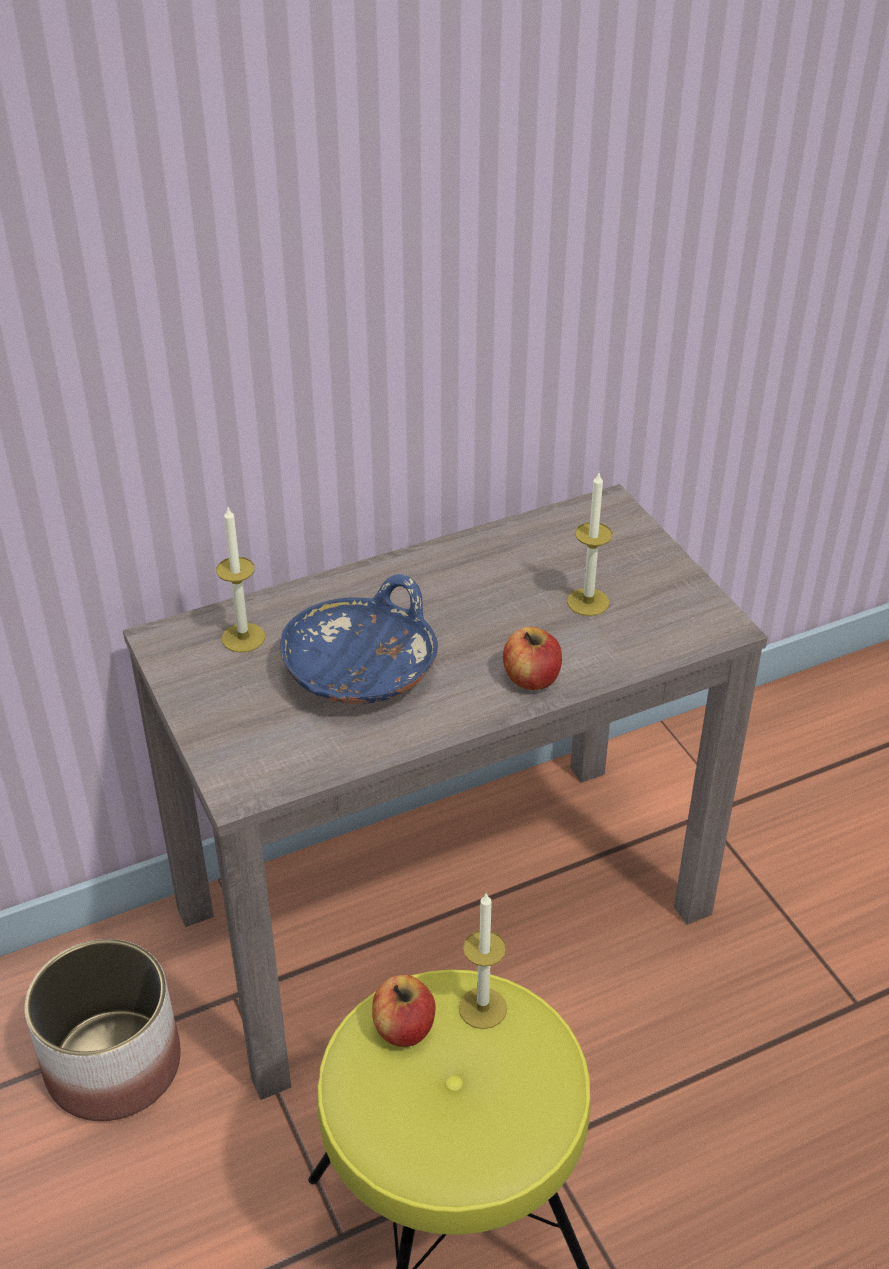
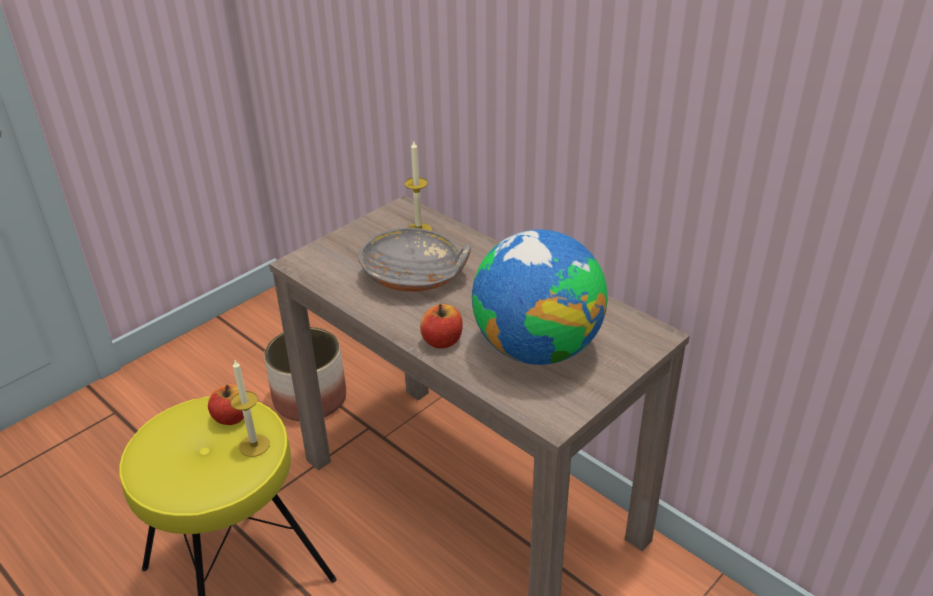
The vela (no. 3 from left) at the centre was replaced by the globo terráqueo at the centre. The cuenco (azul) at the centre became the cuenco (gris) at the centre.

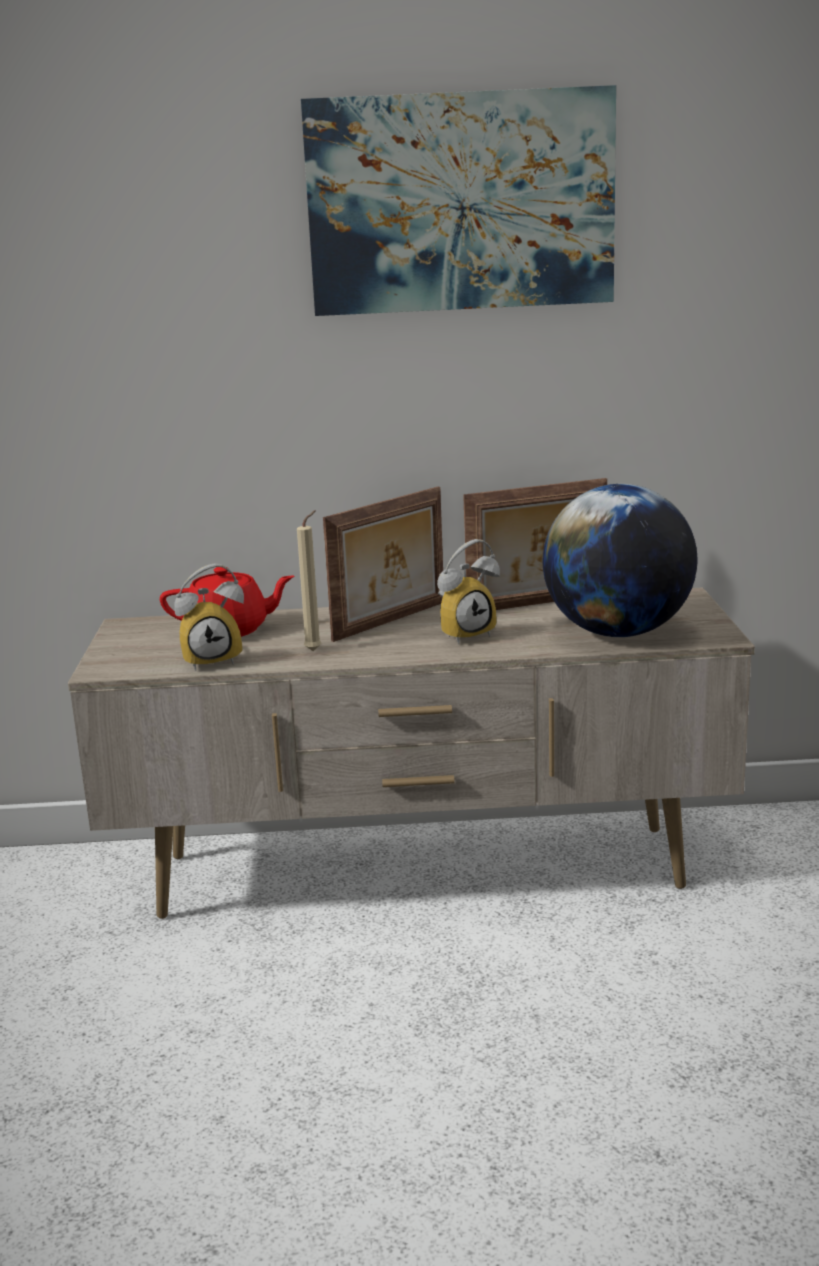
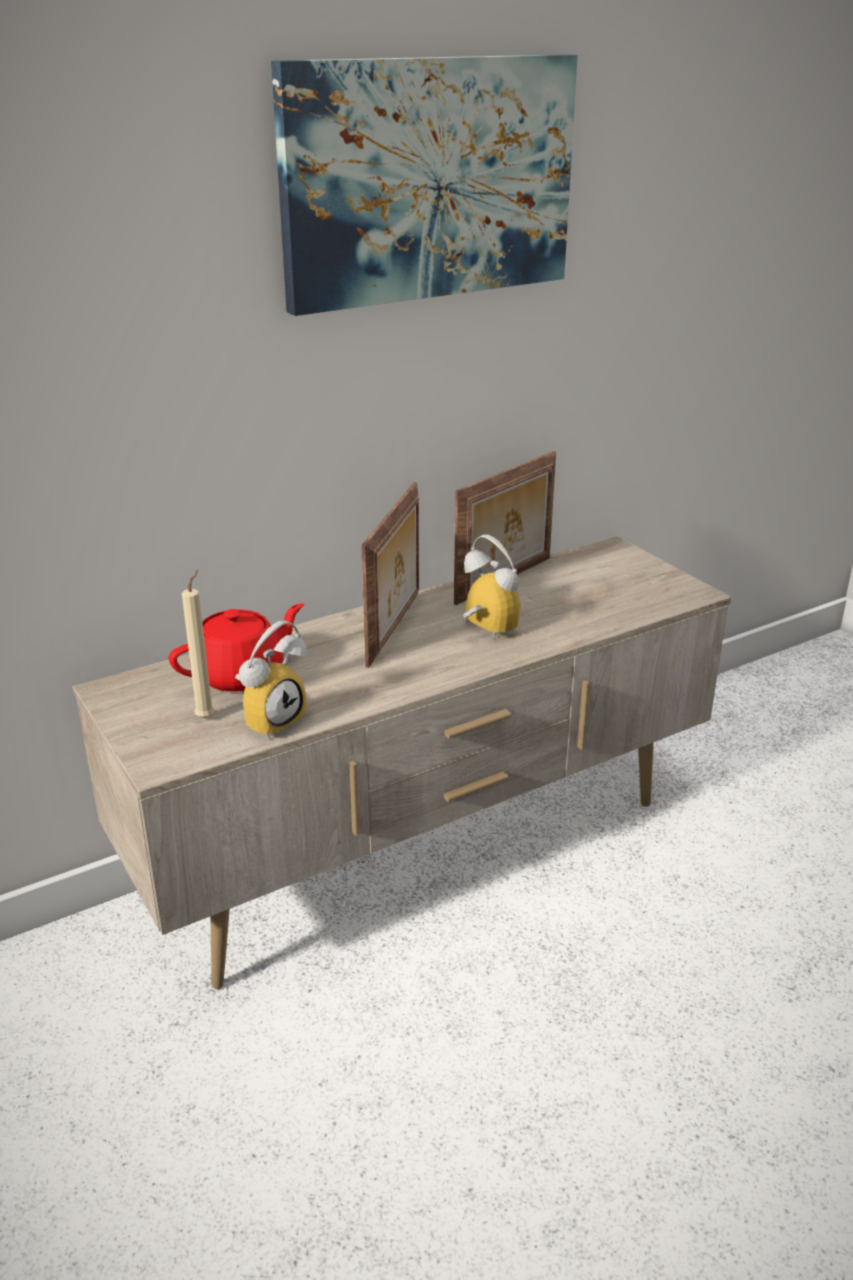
The globo terráqueo at the middle right disappeared. The vela (beis) moved from the centre to the middle left. The despertador (no. 2 from left) at the centre turned 75 degrees counterclockwise.

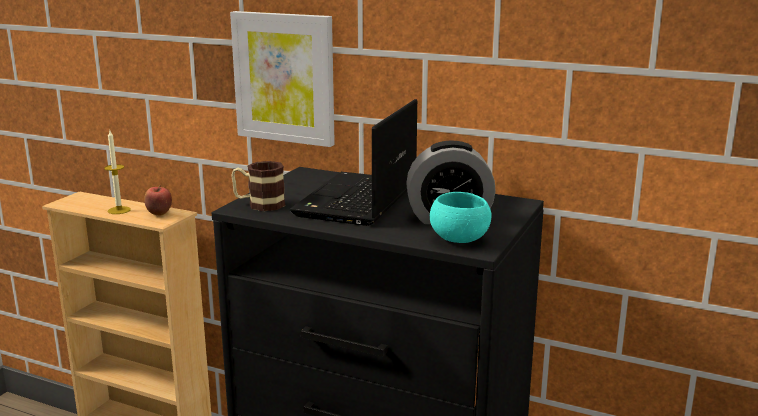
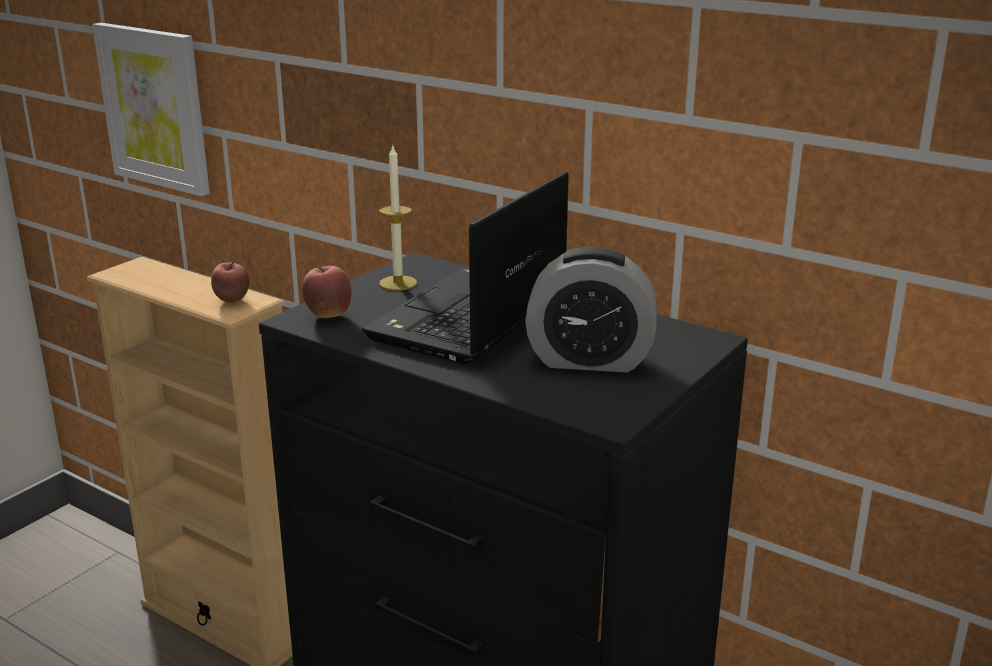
The cuenco (turquesa) at the centre disappeared. The vela moved from the middle left to the top centre. The cuadro moved from the top centre to the top left. The taza grande at the centre was replaced by the manzana (no. 2 from left) at the middle left.

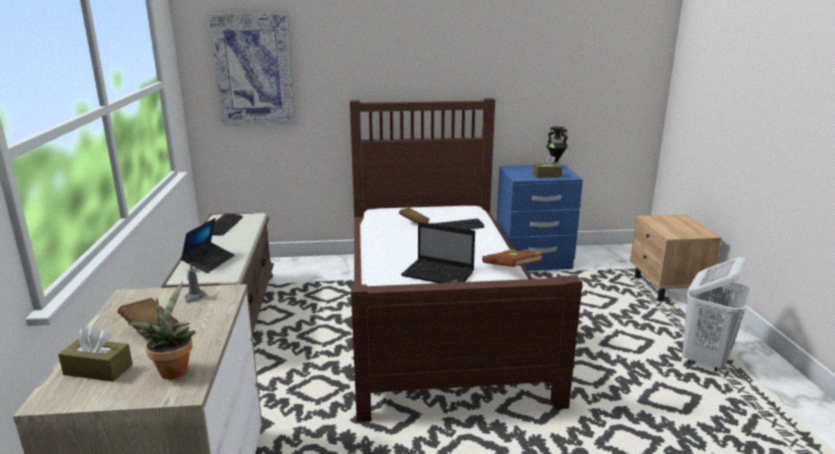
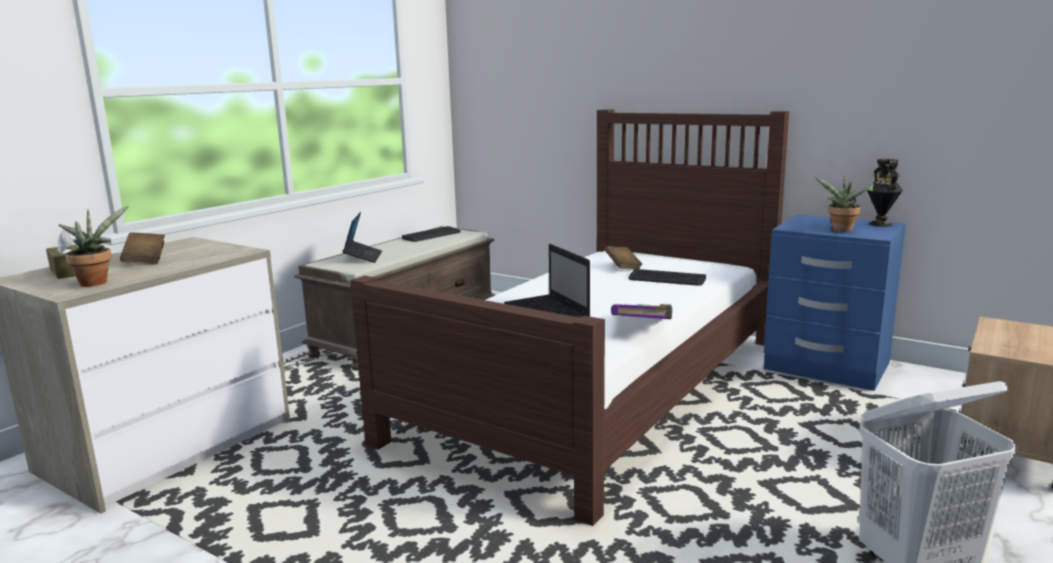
The vela (gris) at the middle left disappeared. The cuadro at the top left disappeared. The caja de pañuelos (marrón) (no. 2 from left) at the centre was replaced by the planta en maceta (no. 2 from left) at the middle right. The libro (marrón) (no. 3 from left) at the centre became the libro (morado) at the centre. The portátil (no. 1 from left) at the middle left turned 60 degrees counterclockwise.

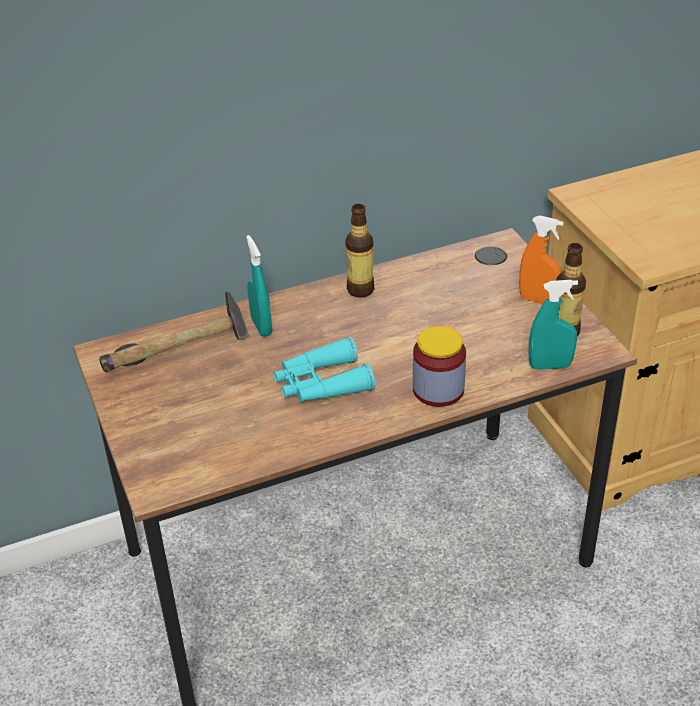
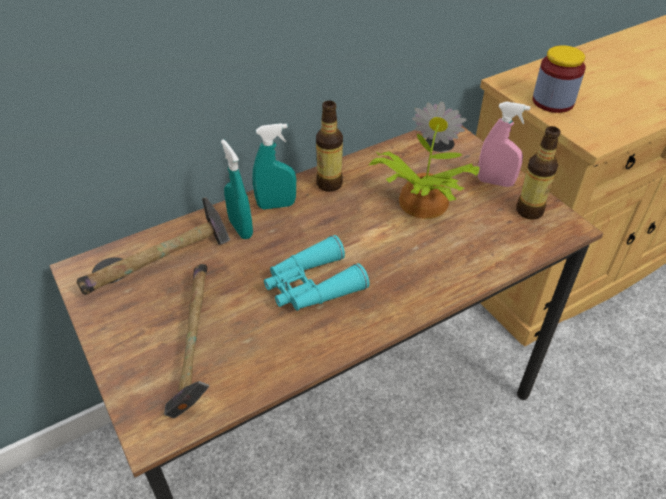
The martillo (no. 2 from left) at the bottom left appeared. The planta en maceta at the top centre appeared. The tarro moved from the centre to the top right. The pulverizador (turquesa) (no. 2 from left) moved from the middle right to the top centre. The pulverizador (naranja) at the middle right became the pulverizador (rosa) at the top right.

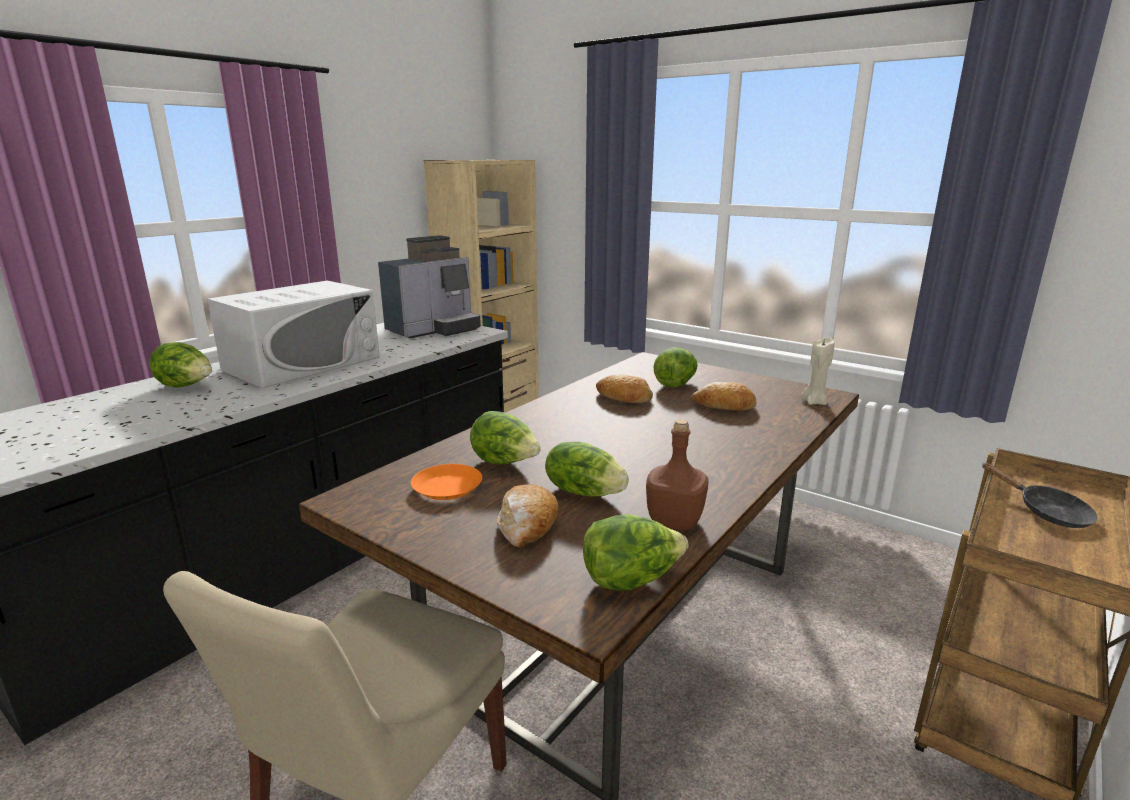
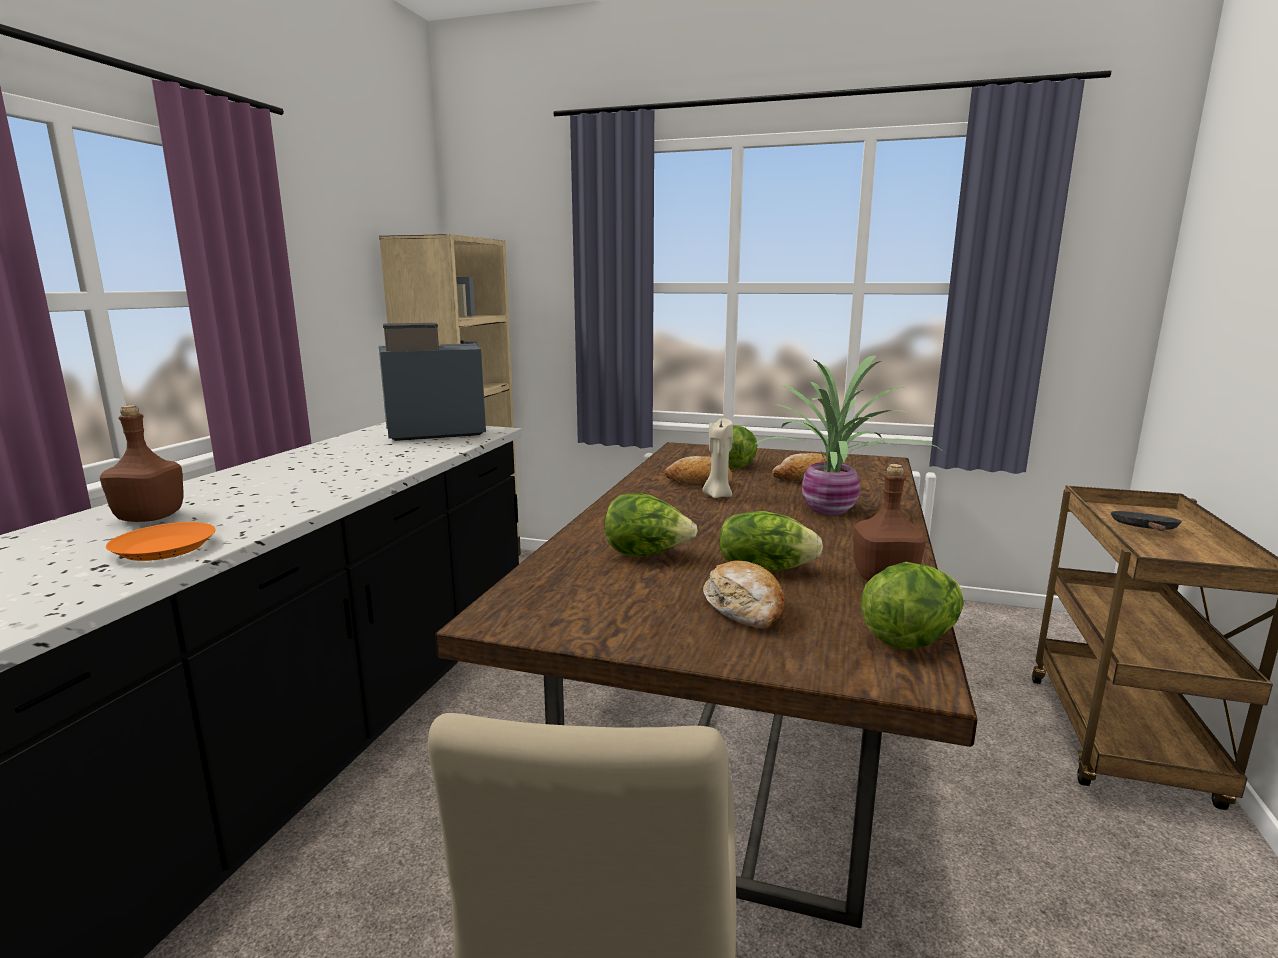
The microondas (blanco) at the middle left disappeared. The planta en maceta at the centre appeared. The plato (naranja) moved from the centre to the middle left. The vela (beis) moved from the middle right to the centre. The lechuga (no. 1 from left) at the middle left was replaced by the botella (marrón) (no. 1 from left) at the middle left. The cafetera at the centre turned 135 degrees counterclockwise. The sartén (negro) at the middle right turned 105 degrees counterclockwise.

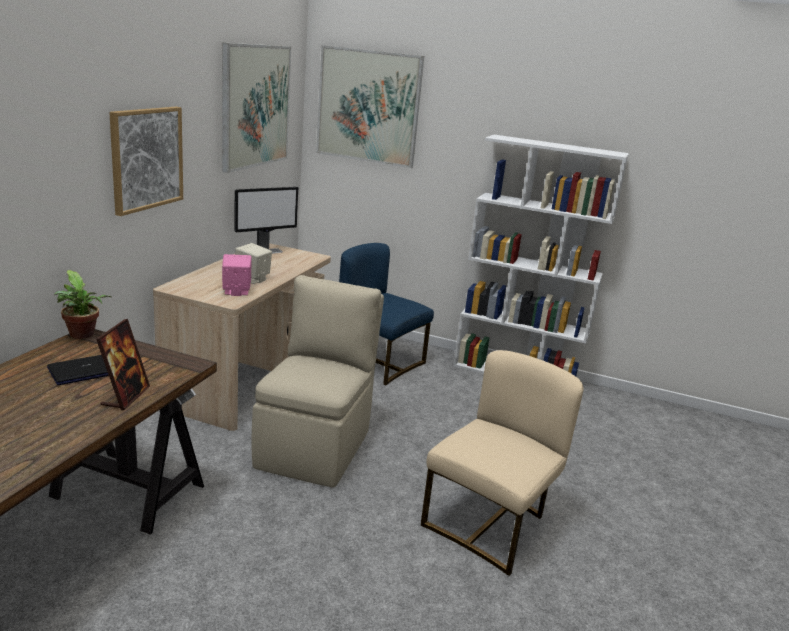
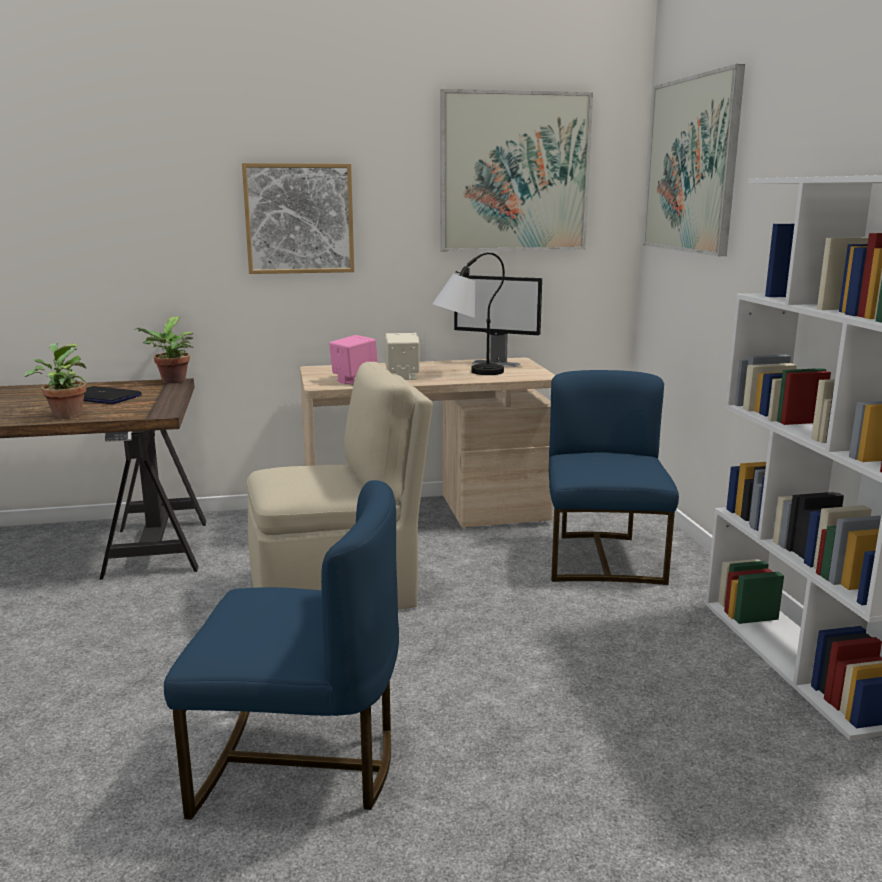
The lámpara de mesa at the centre appeared. The portarretratos at the middle left was replaced by the planta en maceta (no. 1 from left) at the middle left. The silla (beis) (no. 2 from left) at the bottom centre became the silla (azul) (no. 1 from left) at the bottom left.

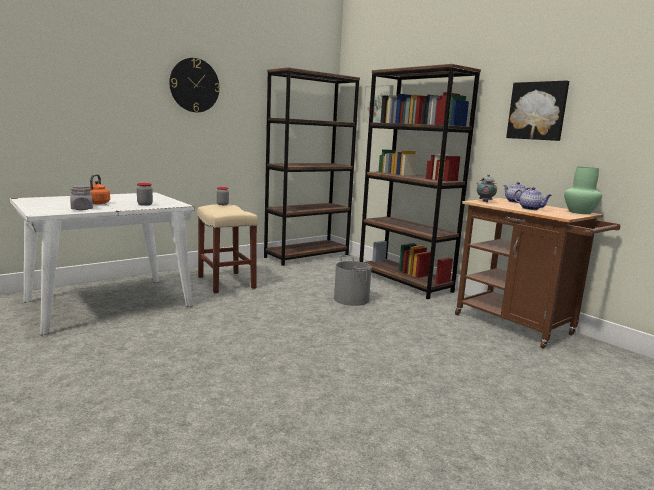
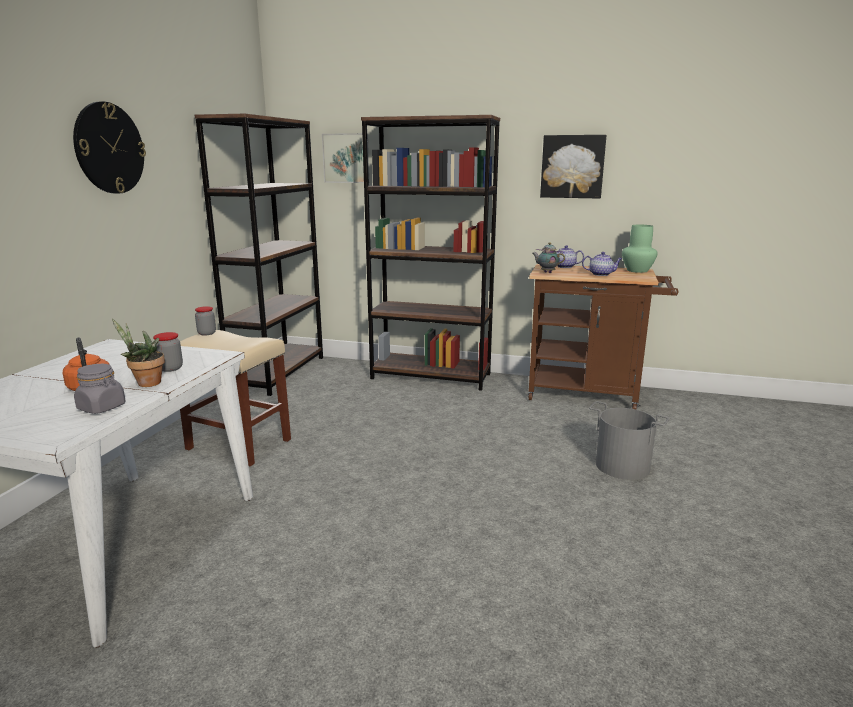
The planta en maceta at the middle left appeared. The cubo (gris) moved from the centre to the middle right.

